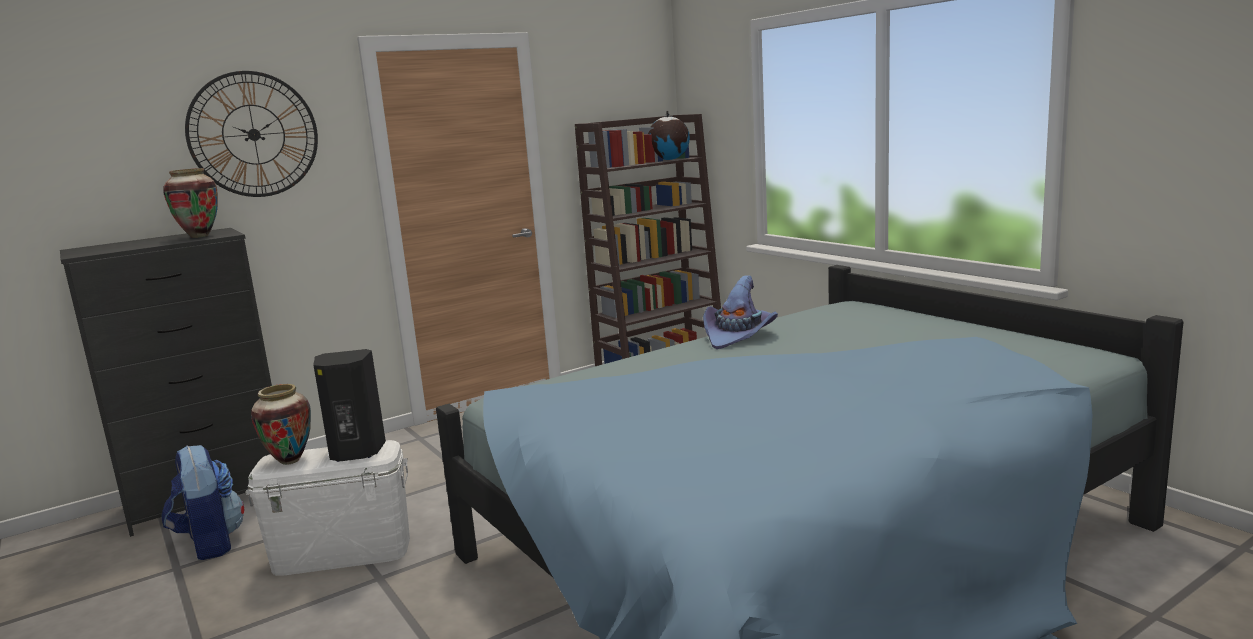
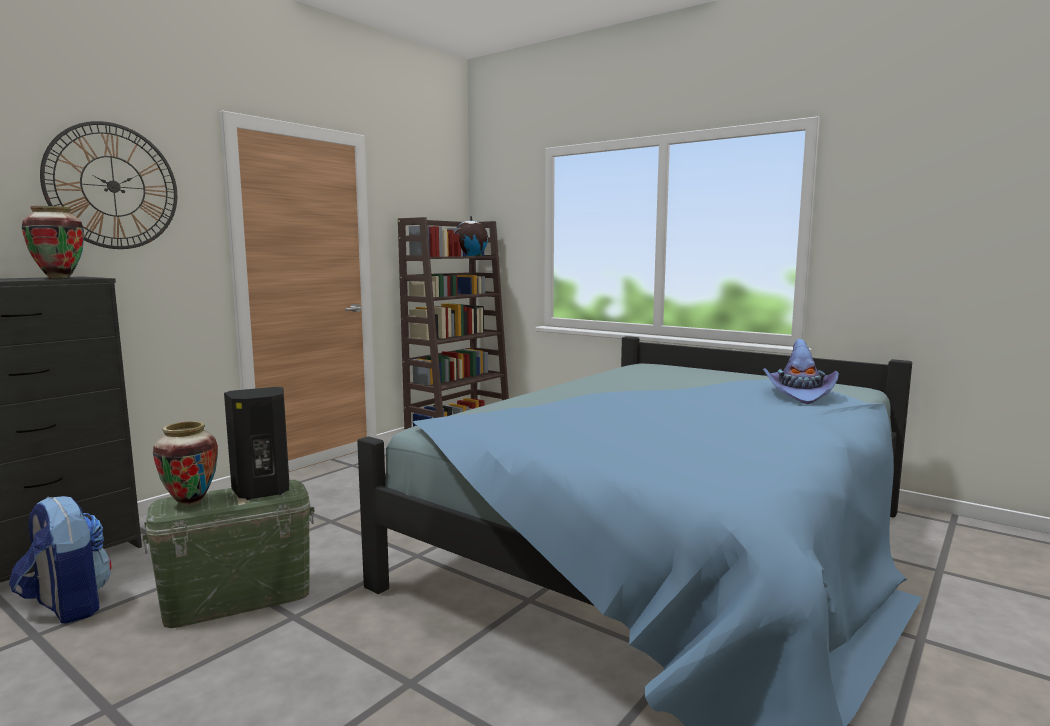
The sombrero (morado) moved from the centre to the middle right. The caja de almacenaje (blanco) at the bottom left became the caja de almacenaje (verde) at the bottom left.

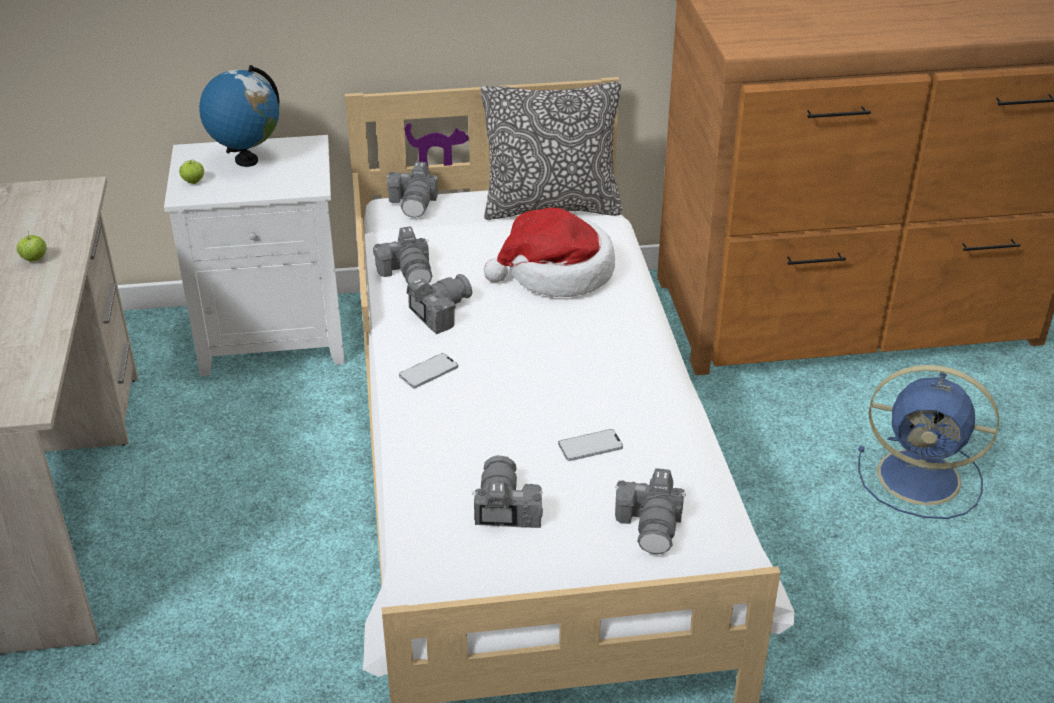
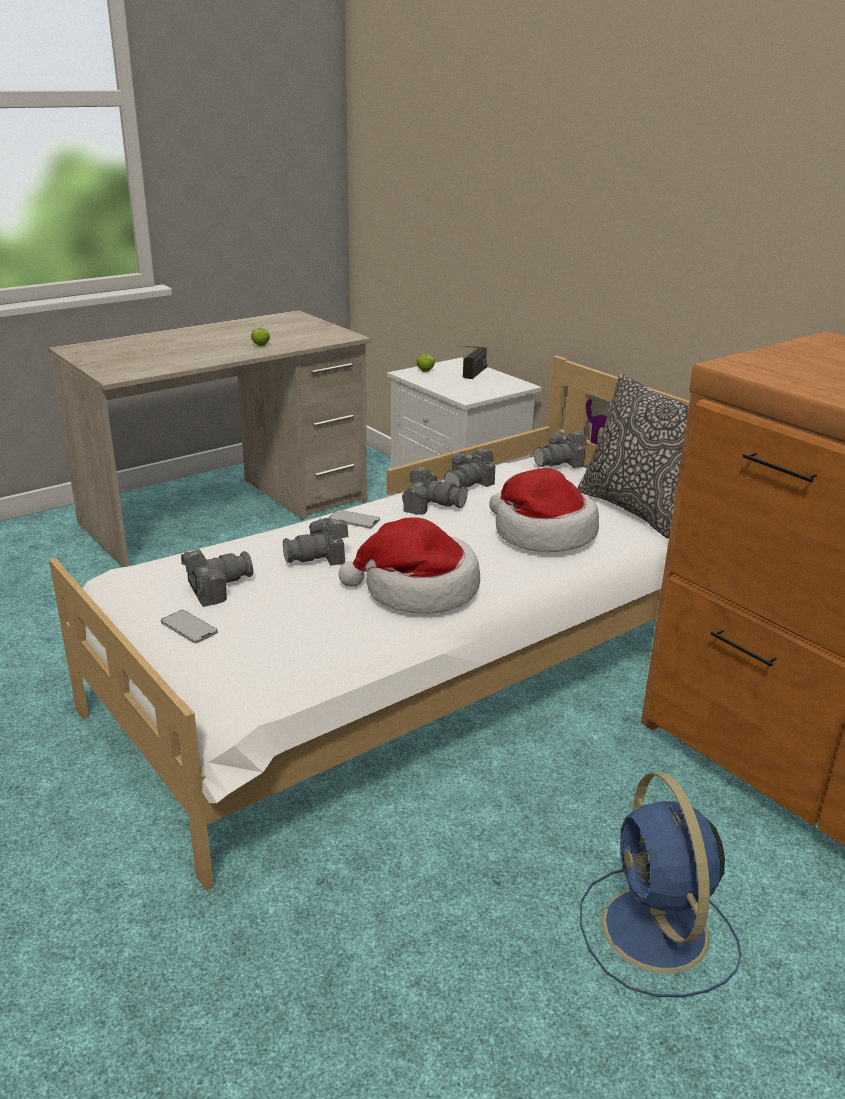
The sombrero (no. 1 from left) at the centre appeared. The móvil (no. 2 from left in the first image) moved from the centre to the middle left. The cámara (no. 5 from left in the first image) moved from the bottom centre to the centre. The globo terráqueo at the top left was replaced by the radio at the top centre.

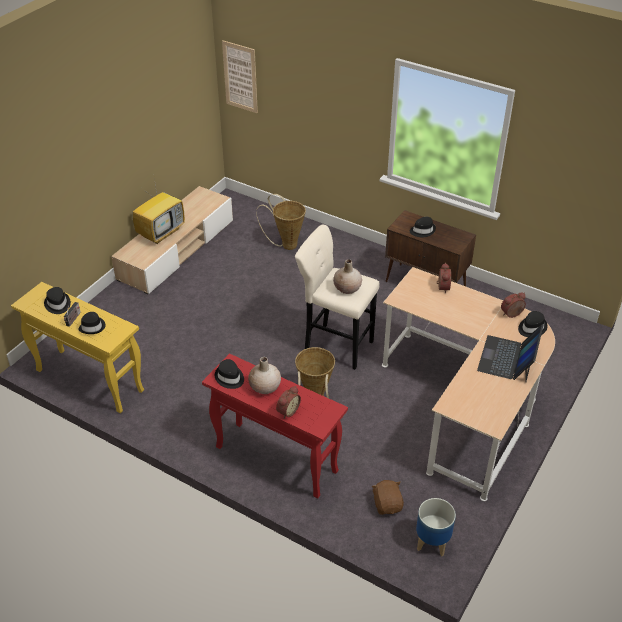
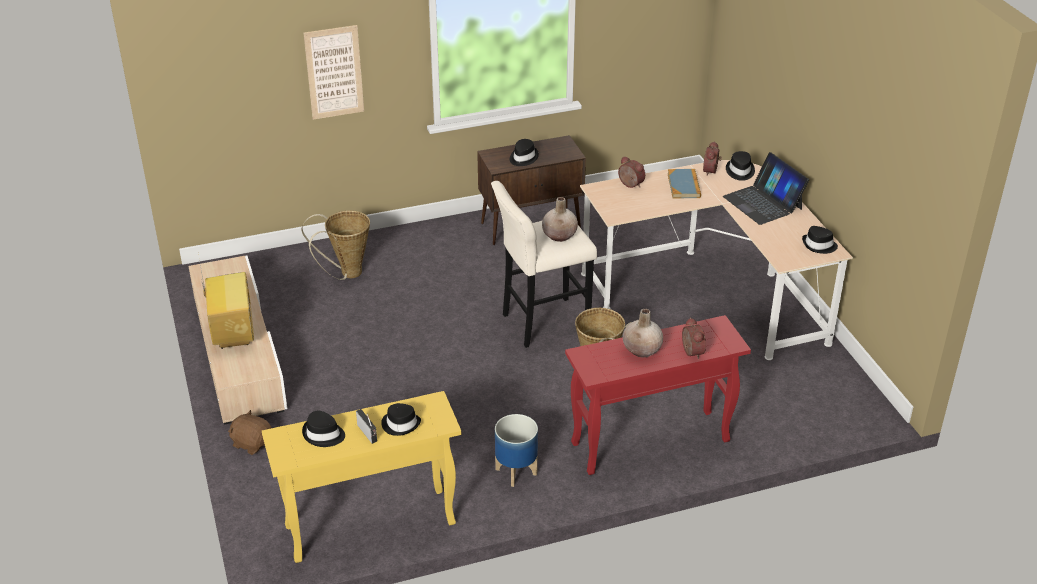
The libro at the top centre appeared. The sombrero (negro) (no. 3 from left in the first image) moved from the centre to the middle right. The cuadro moved from the top centre to the top left. The peluche (marrón) moved from the bottom centre to the bottom left. The maceta moved from the bottom right to the bottom centre.

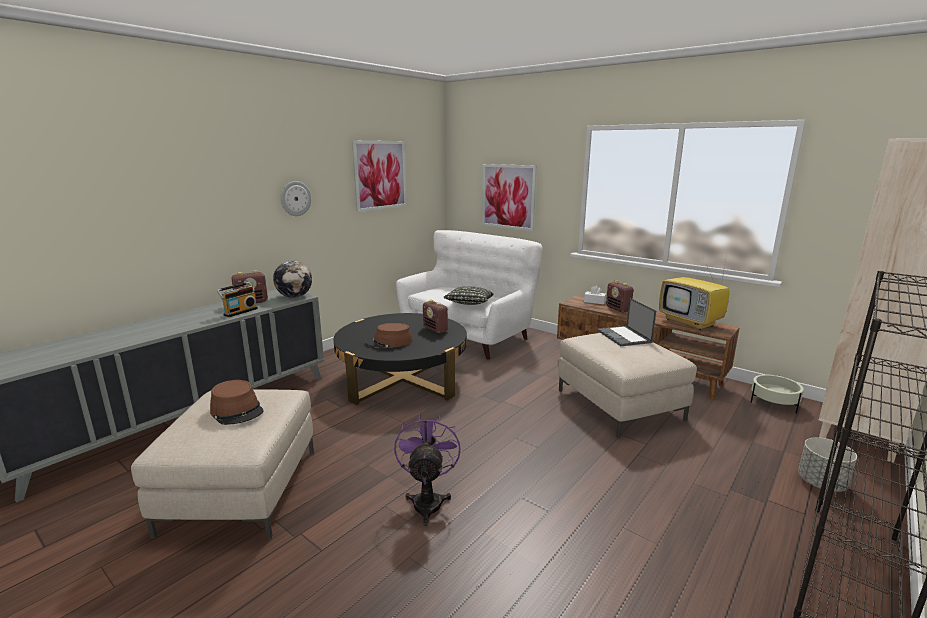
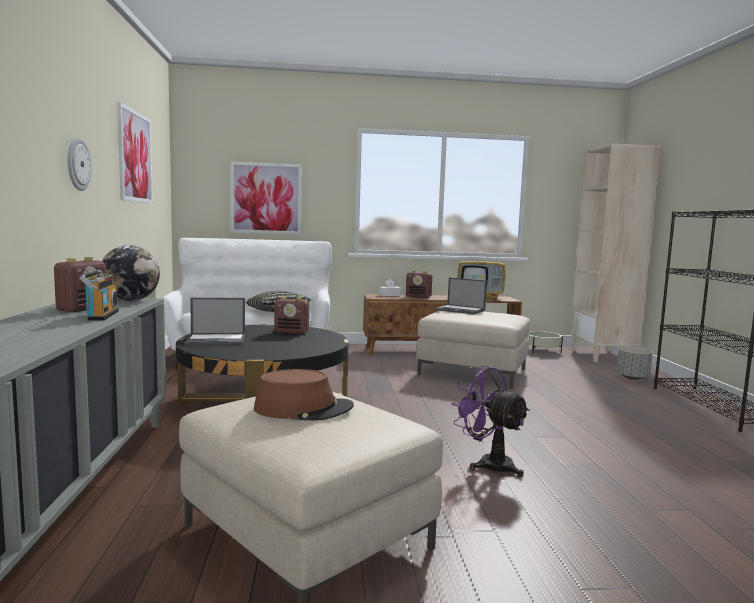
The sombrero (marrón) (no. 2 from left) at the centre disappeared. The portátil (no. 1 from left) at the middle left appeared.

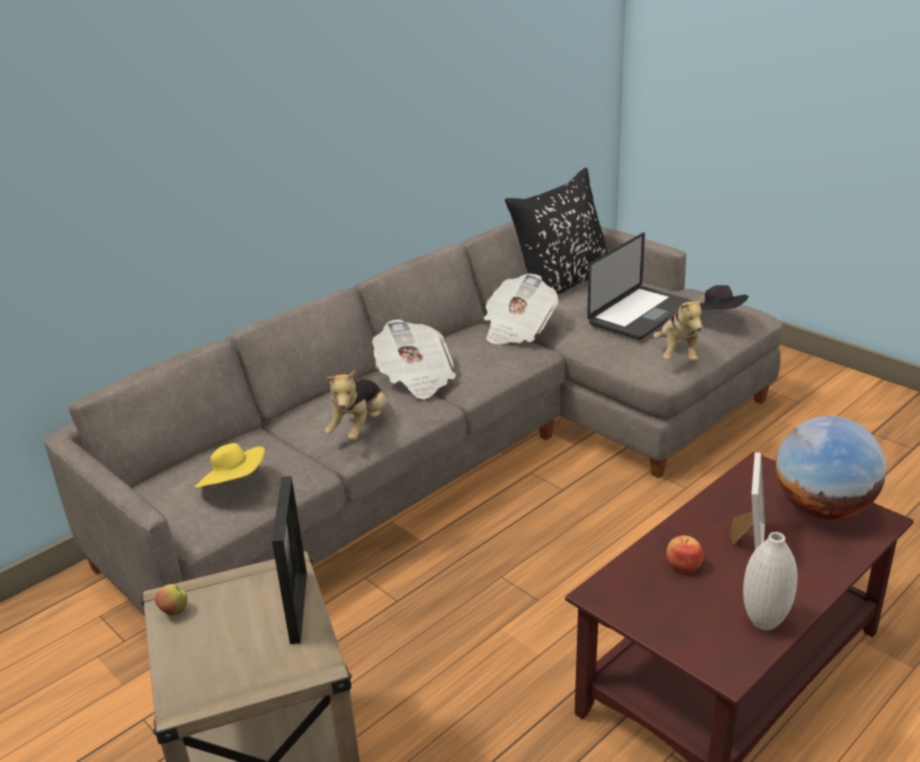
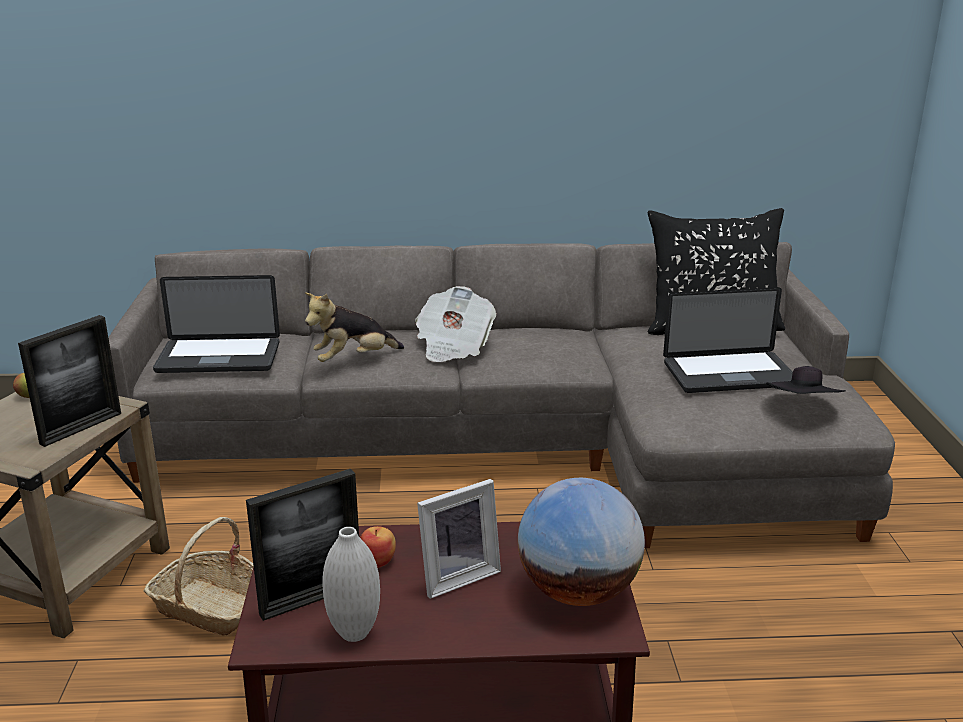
The periódico (no. 2 from left) at the centre disappeared. The peluche (no. 2 from left) at the middle right disappeared. The cesta at the bottom left appeared. The portarretratos (no. 2 from left) at the bottom left appeared. The sombrero (amarillo) at the middle left was replaced by the portátil (no. 1 from left) at the middle left.

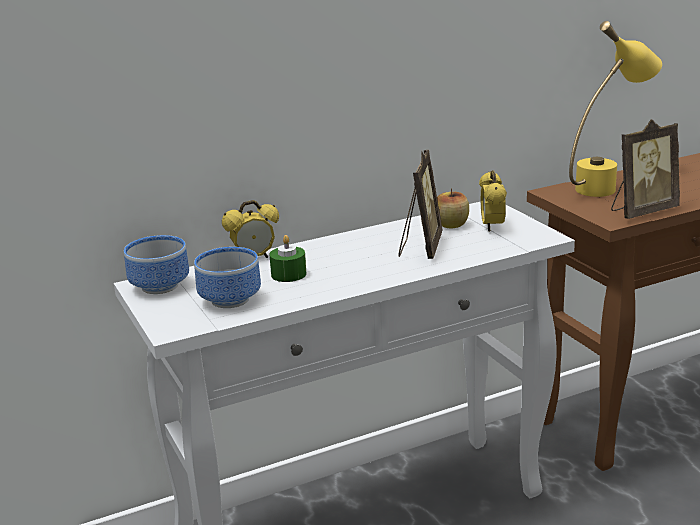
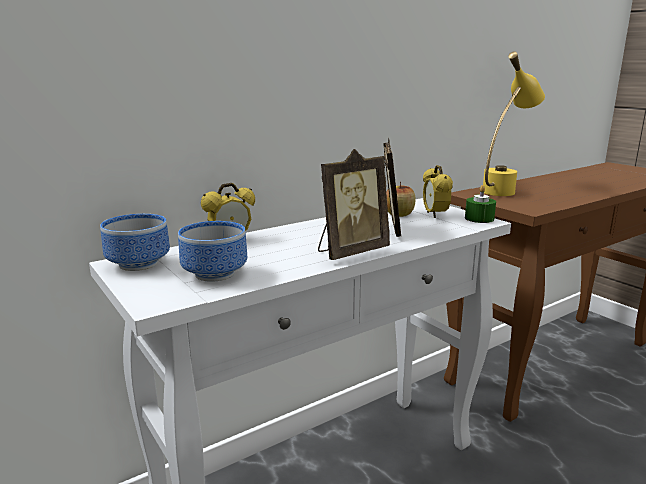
The vela (verde) moved from the centre to the middle right. The portarretratos (no. 2 from left in the first image) moved from the top right to the centre.

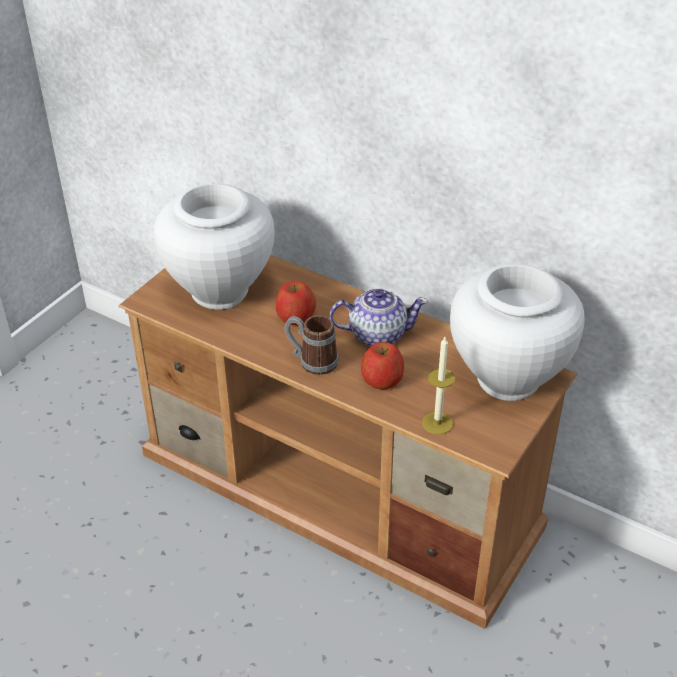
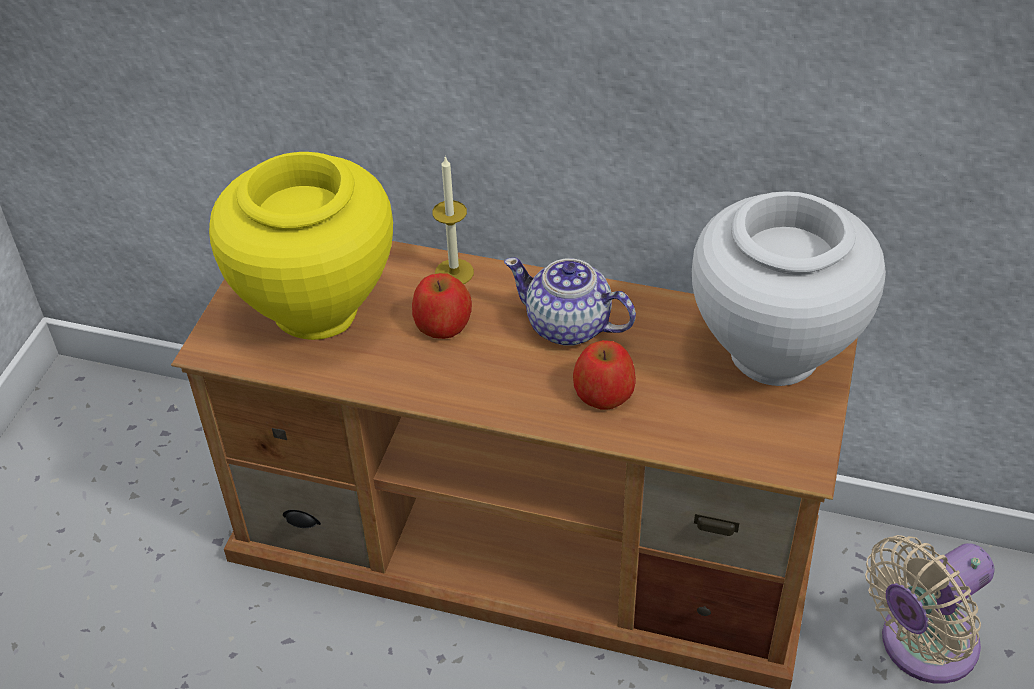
The taza grande at the centre disappeared. The ventilador (beis) at the bottom right appeared. The vela moved from the centre to the top centre. The florero (blanco) (no. 1 from left) at the middle left became the florero (amarillo) at the middle left. The tetera at the centre turned 135 degrees counterclockwise.

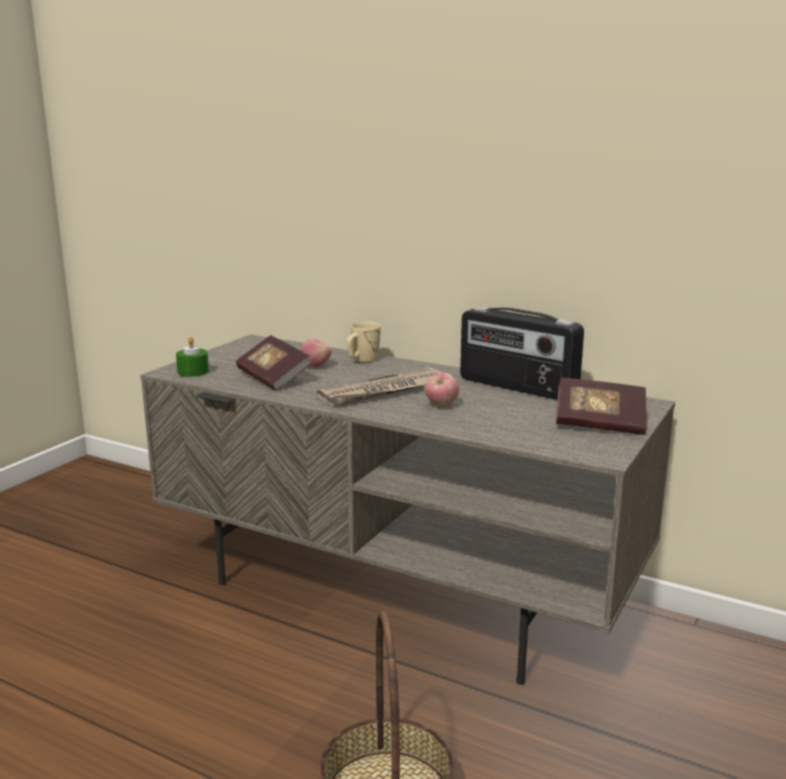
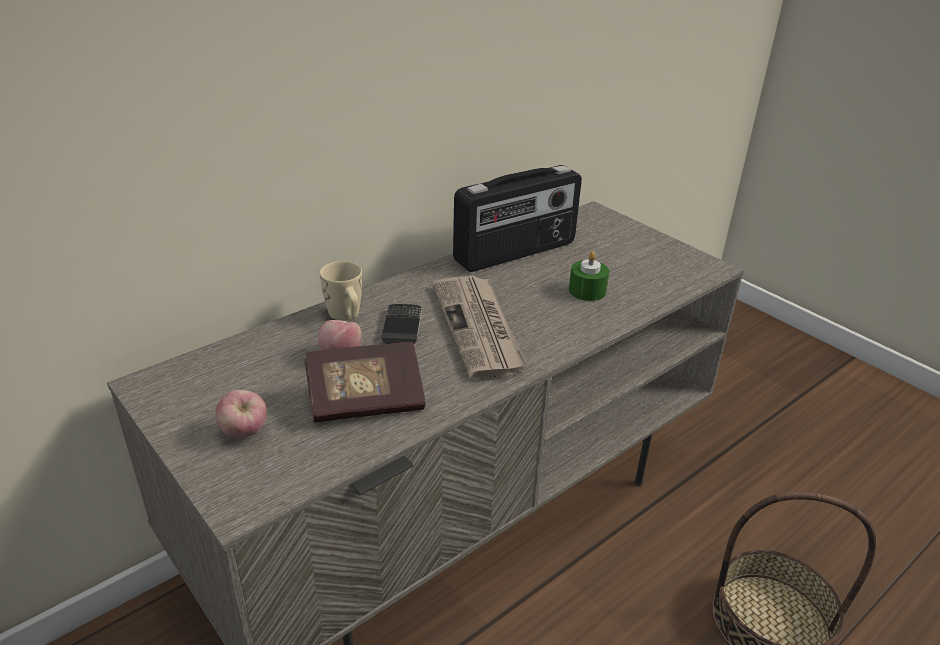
The libro (no. 2 from left) at the middle right disappeared. The móvil at the centre appeared. The vela (verde) moved from the middle left to the centre. The manzana (no. 2 from left in the first image) moved from the centre to the middle left.

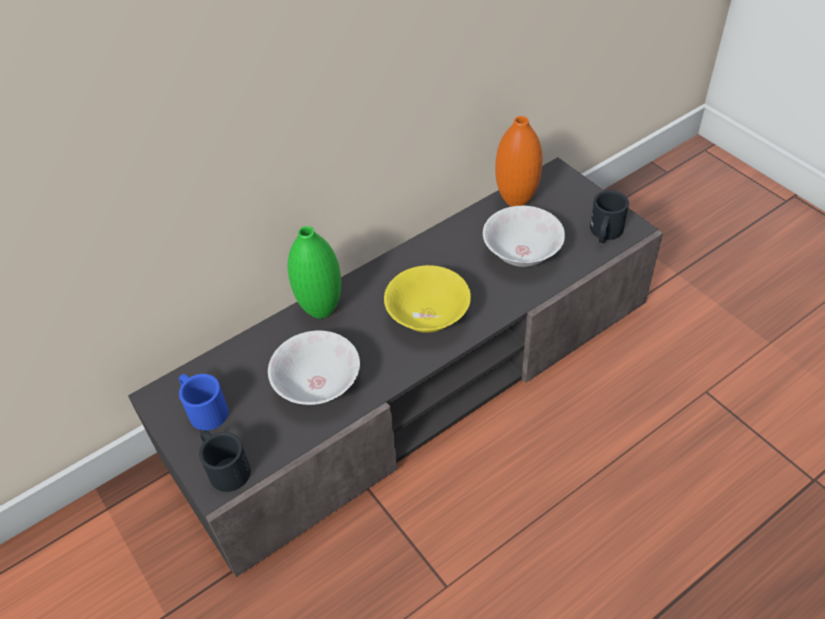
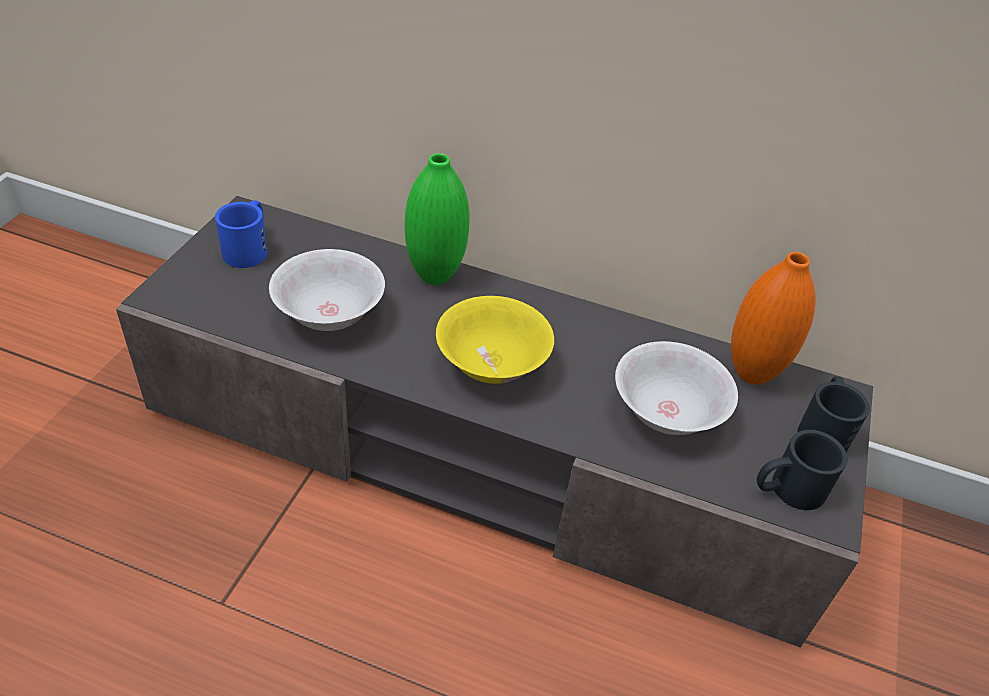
The taza grande (negro) (no. 1 from left in the first image) moved from the bottom left to the middle right.

